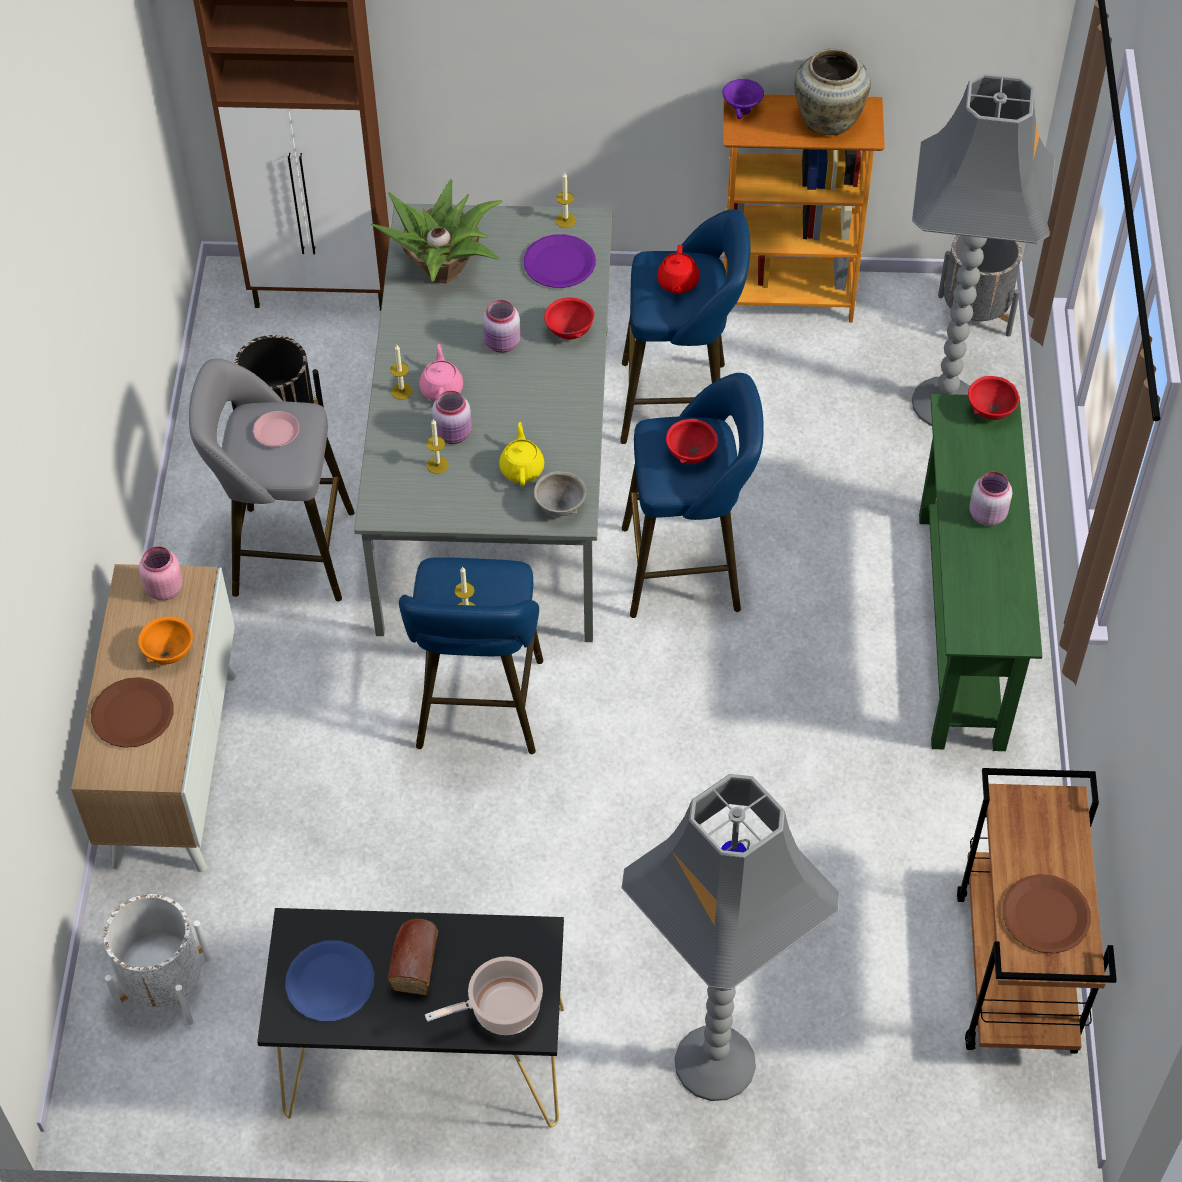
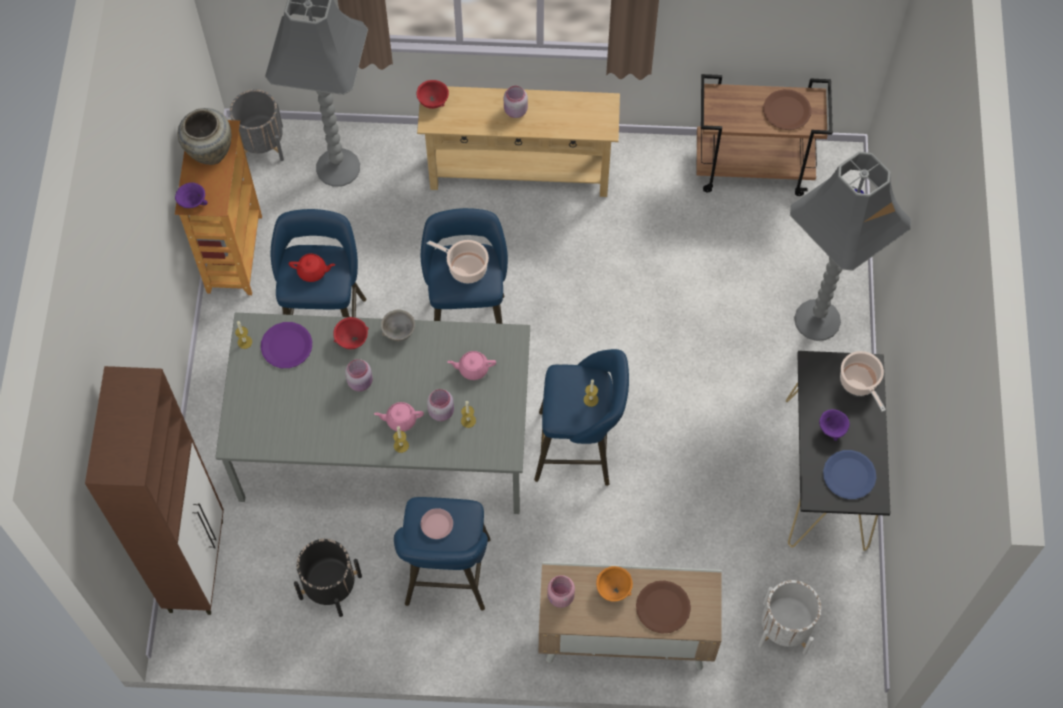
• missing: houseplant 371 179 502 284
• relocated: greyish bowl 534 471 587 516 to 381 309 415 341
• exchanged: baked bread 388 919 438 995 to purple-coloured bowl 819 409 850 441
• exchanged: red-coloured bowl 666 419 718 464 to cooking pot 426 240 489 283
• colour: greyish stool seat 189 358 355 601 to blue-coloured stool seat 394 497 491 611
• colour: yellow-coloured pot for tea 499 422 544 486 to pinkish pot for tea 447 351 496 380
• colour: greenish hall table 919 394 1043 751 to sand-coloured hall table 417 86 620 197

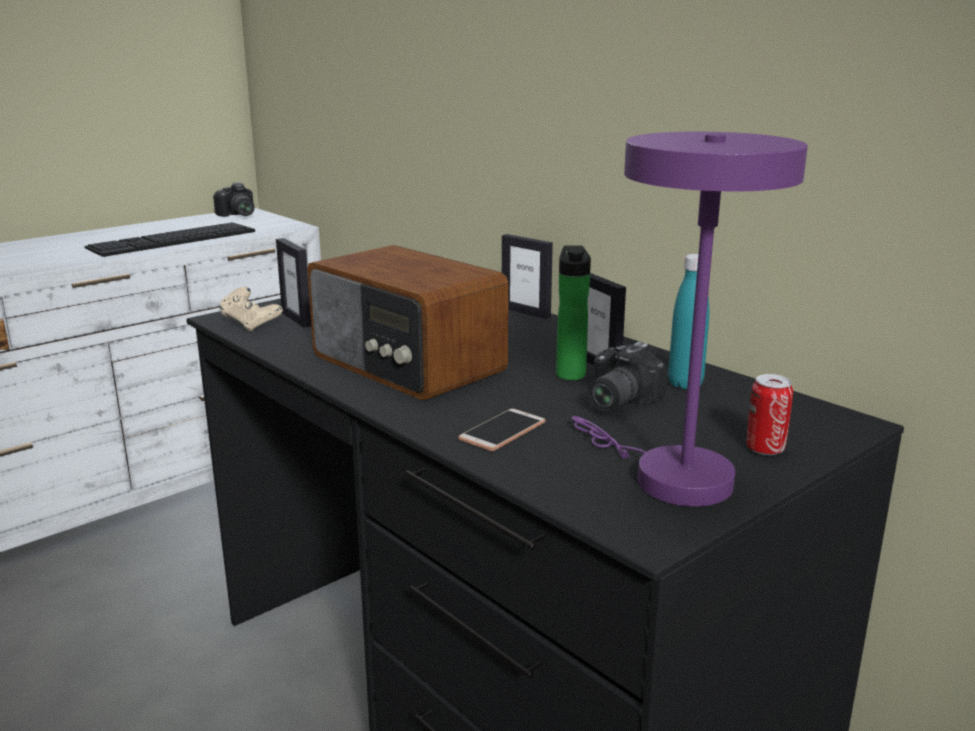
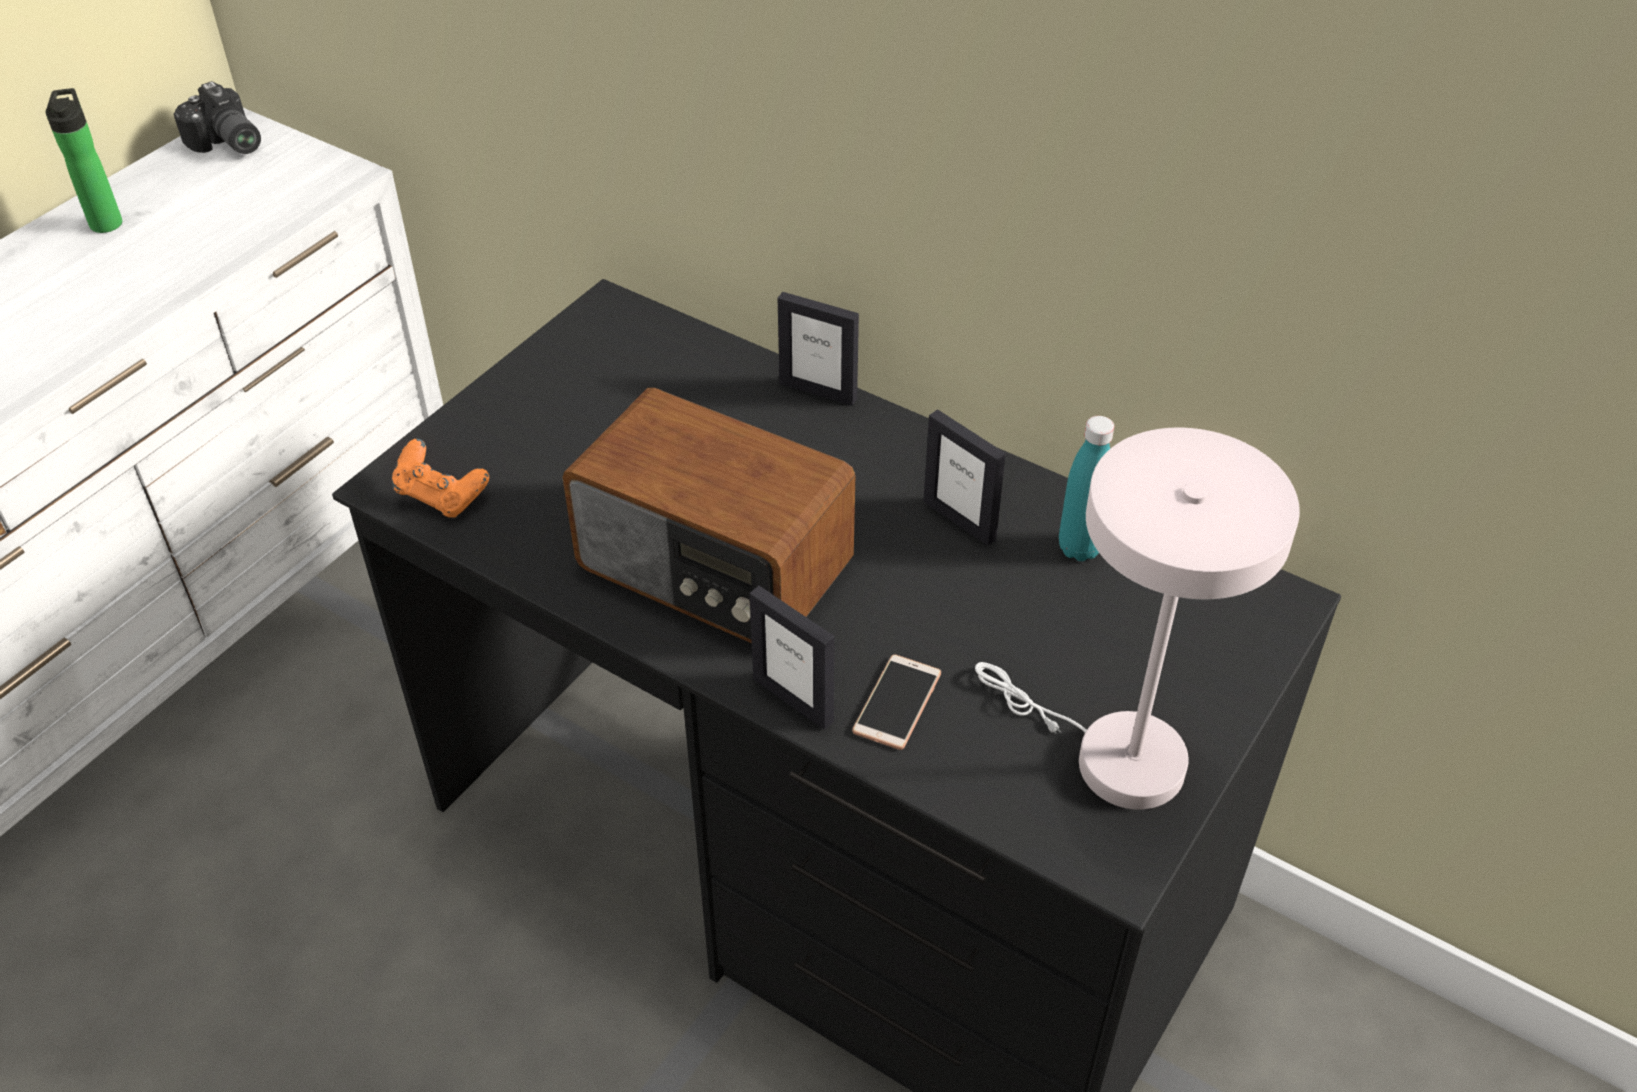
• missing: keyboard 85 222 255 257
• missing: still camera 588 342 668 411
• missing: can 747 374 793 455
• relocated: standing frame 276 238 311 328 to 749 586 835 730
• relocated: bottle 556 245 591 380 to 46 88 122 233
• colour: sand-coloured joypad 219 287 283 331 to orange-coloured joypad 392 439 489 518
• colour: purple-coloured tabletop lamp 572 132 808 506 to white tabletop lamp 975 428 1300 810

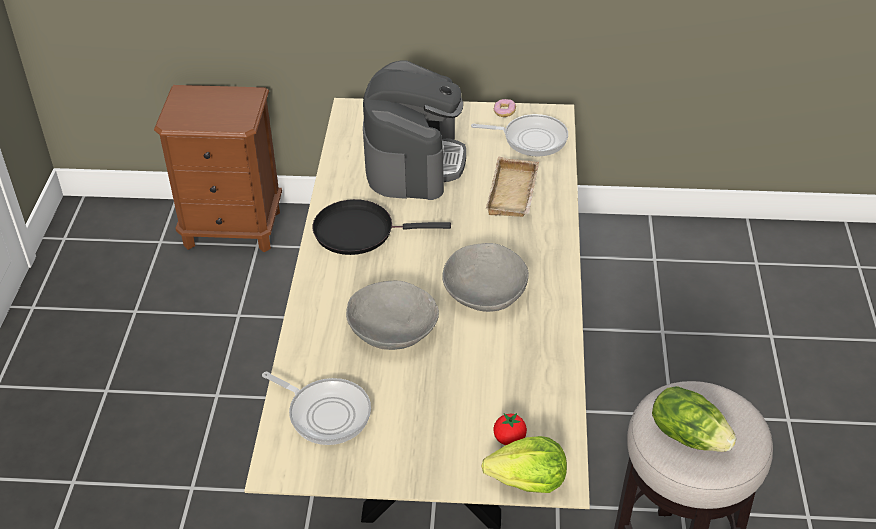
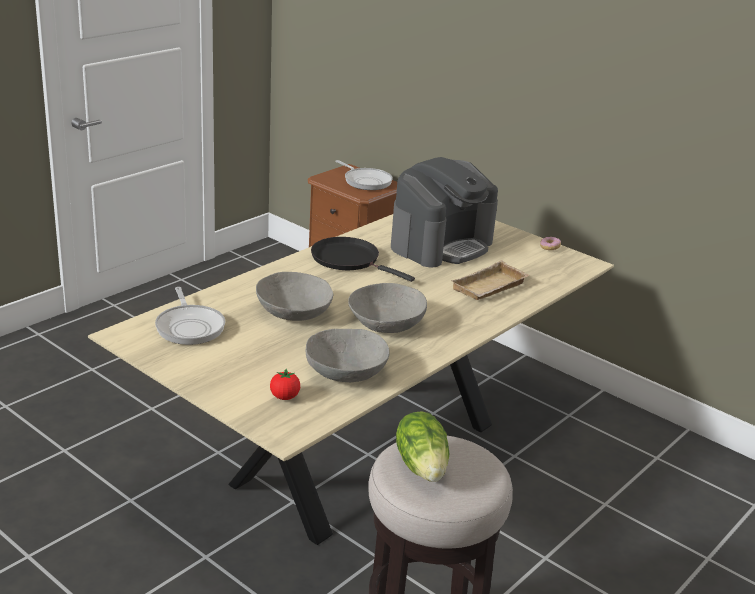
• missing: lettuce 481 436 567 493
• appeared: greyish bowl 306 329 390 382
• relocated: skillet 471 114 568 156 to 335 160 393 190

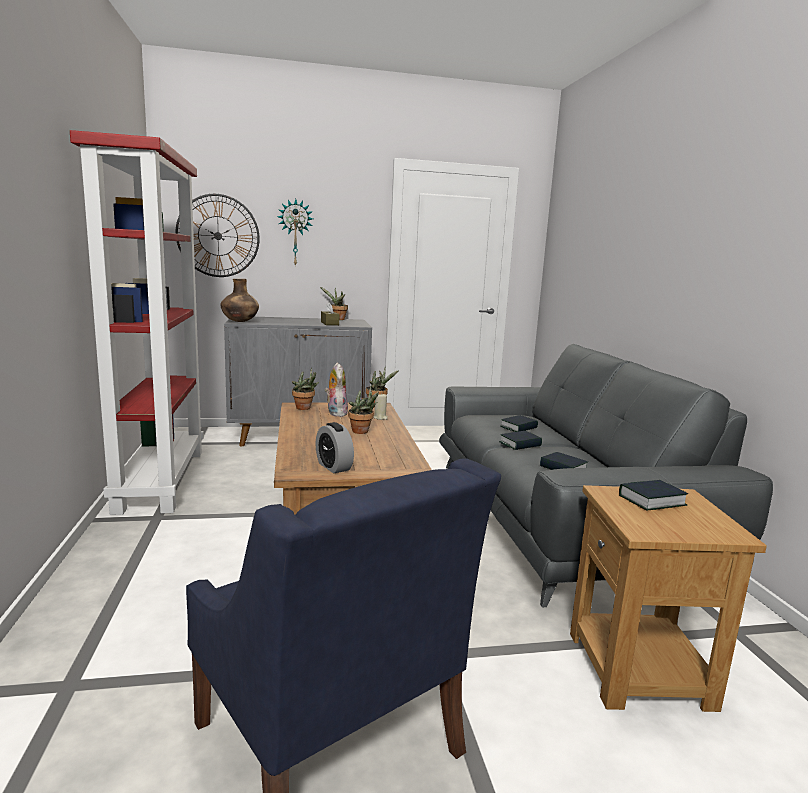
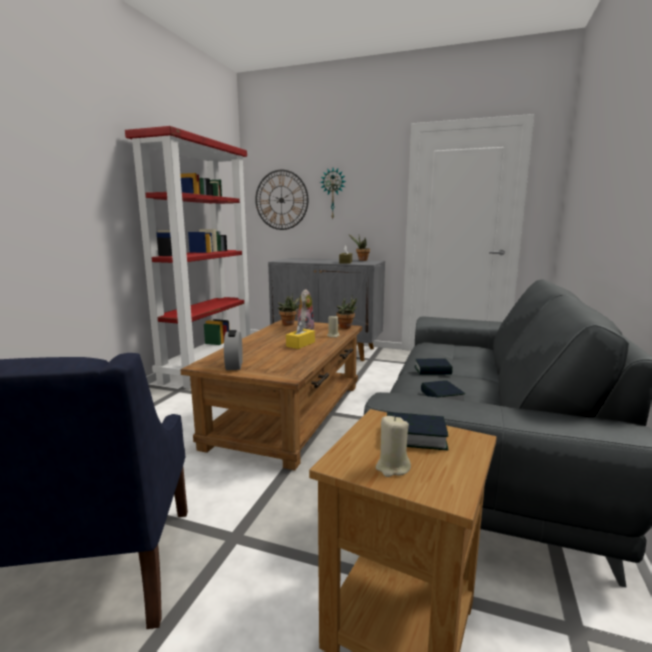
• missing: brown-coloured decorative vase 221 279 259 322
• missing: bound book 500 415 538 432
• appeared: sand-coloured wax light 376 416 411 477
• exchanged: houseplant 348 387 379 434 to yellow-coloured box of tissues 286 321 315 349

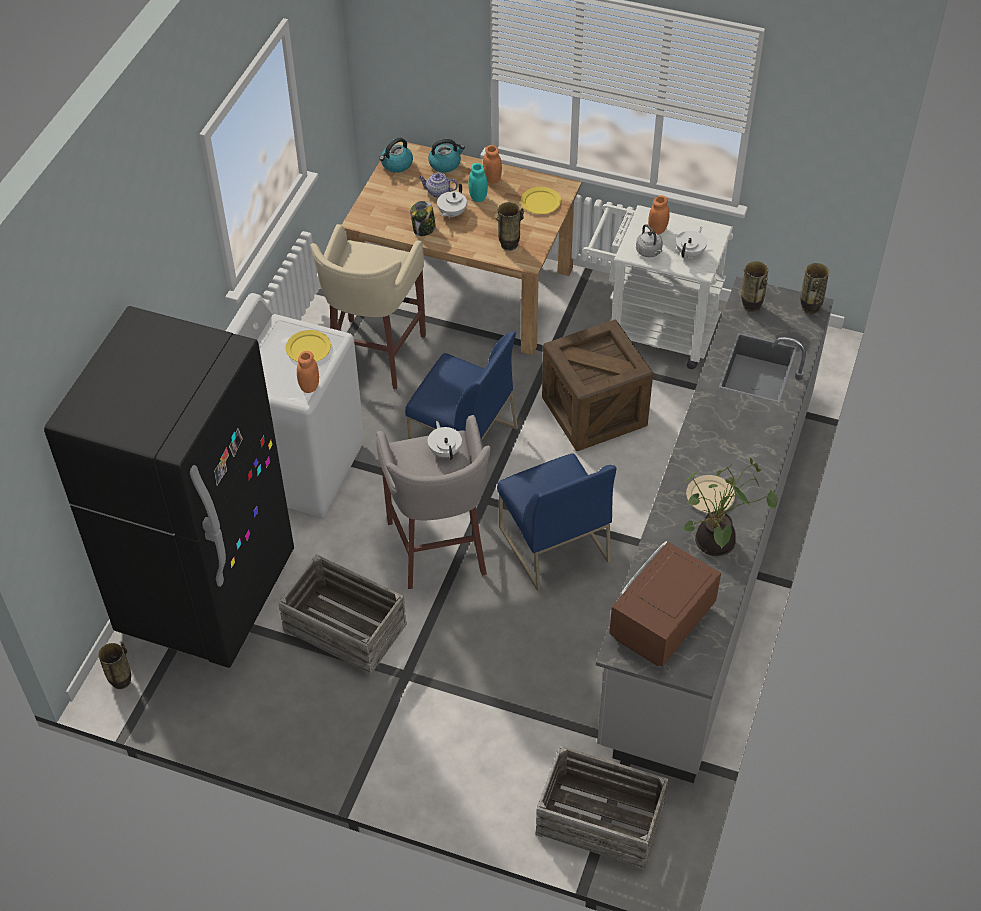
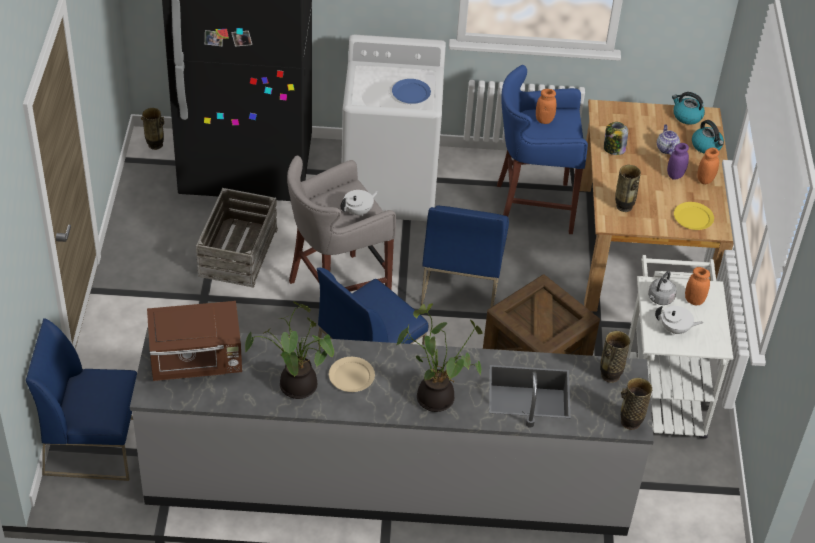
• missing: white pot for tea 437 184 467 218
• appeared: houseplant 397 303 482 412
• relocated: orange-coloured storage jar 297 351 319 393 to 536 89 556 124
• exchanged: crate 535 745 669 870 to blue-coloured plain chair 26 318 137 481
• colour: yellow-coloured plate 286 330 331 362 to blue-coloured plate 392 79 431 104
• colour: sand-coloured stool seat 311 224 426 389 to blue-coloured stool seat 497 65 588 234
• colour: turquoise-coloured storage jar 469 163 488 202 to purple-coloured storage jar 667 143 689 180
• spun: brown-coloured microwave oven 609 541 721 667 = 147 301 242 381 150 degrees clockwise

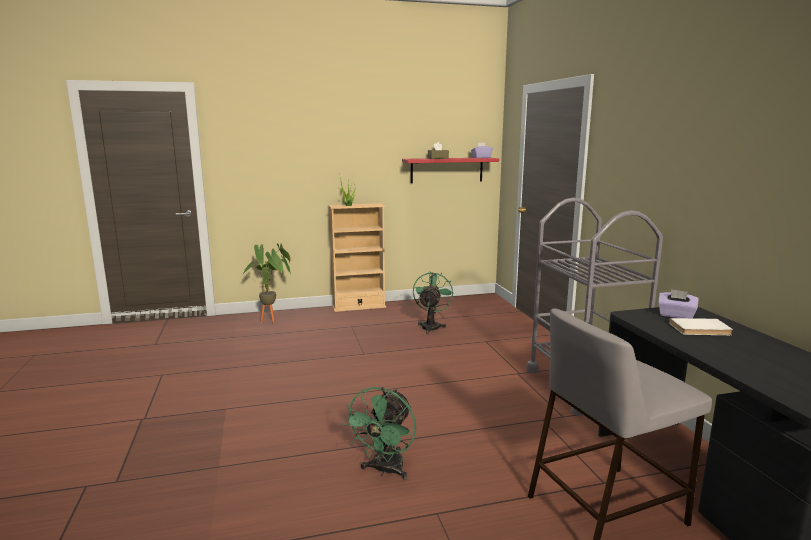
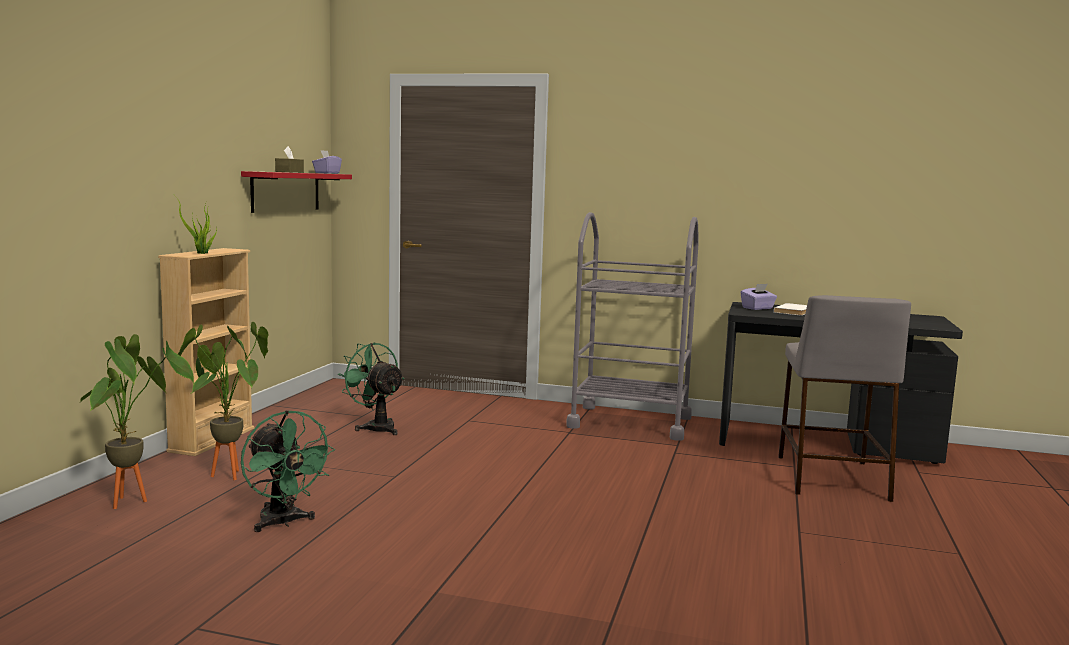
• appeared: houseplant 178 322 269 480
• relocated: greenish electric fan 343 387 416 480 to 241 410 335 532

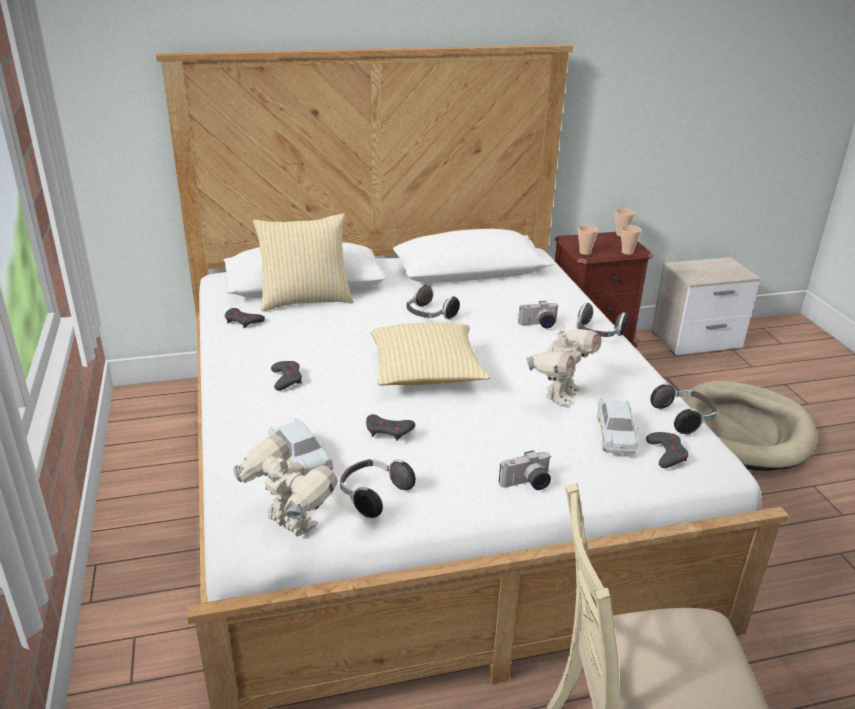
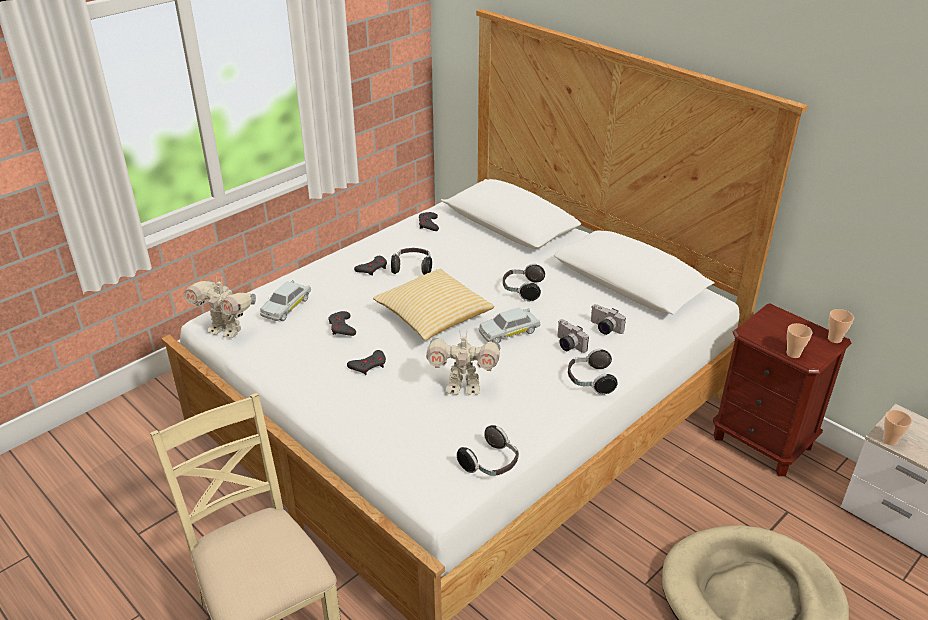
• missing: cushion 253 213 354 311
• relocated: headset 340 459 416 518 to 391 248 432 275
• relocated: still camera 499 450 551 490 to 591 304 626 335
• relocated: cup 578 225 599 255 to 883 410 912 446
• relocated: white miniature car 598 398 638 454 to 479 307 541 343
• relocated: greyish joypad 646 432 689 468 to 347 350 386 375
• spun: toy robot 233 435 338 537 = 184 277 256 338 105 degrees clockwise

